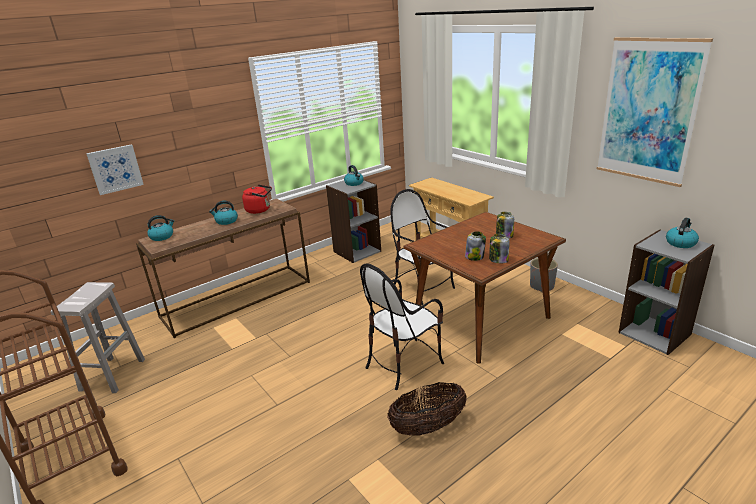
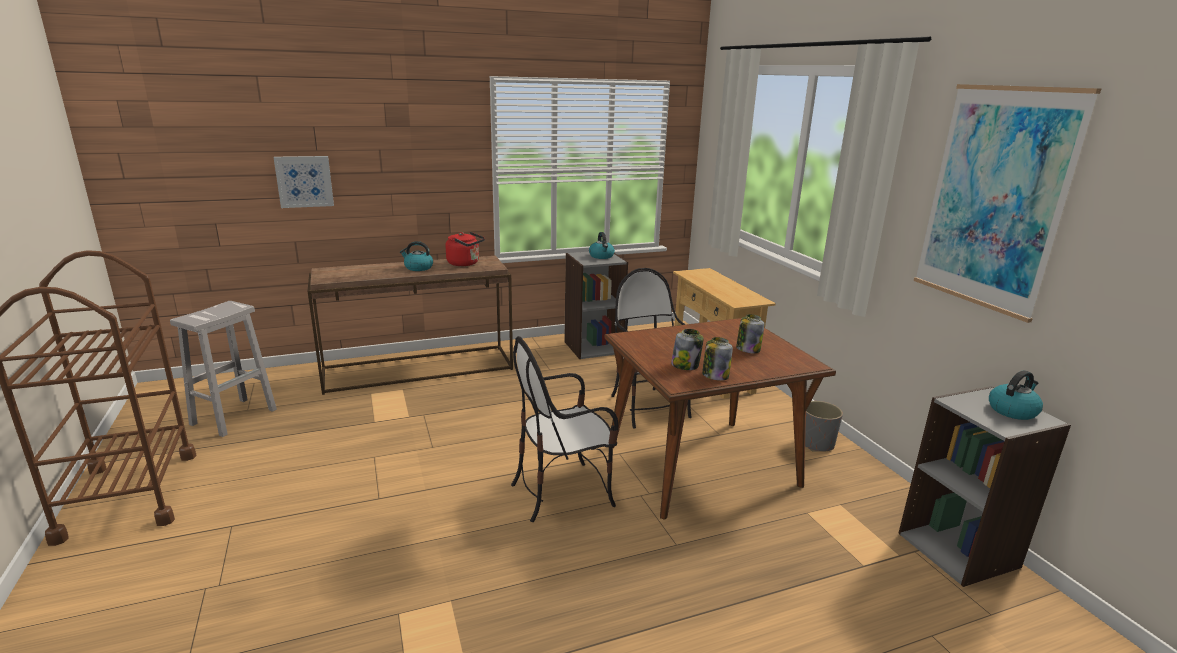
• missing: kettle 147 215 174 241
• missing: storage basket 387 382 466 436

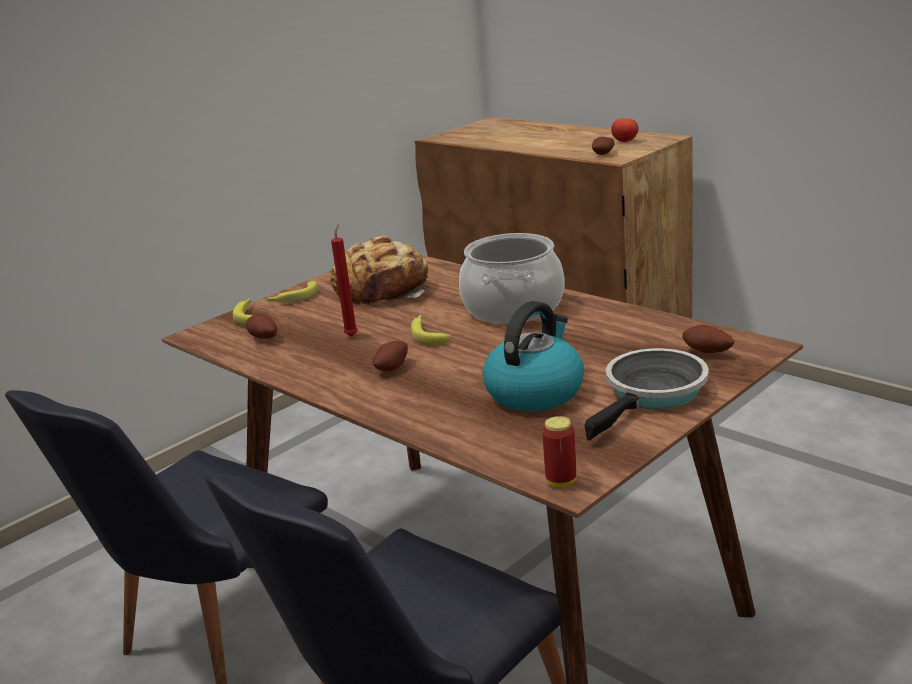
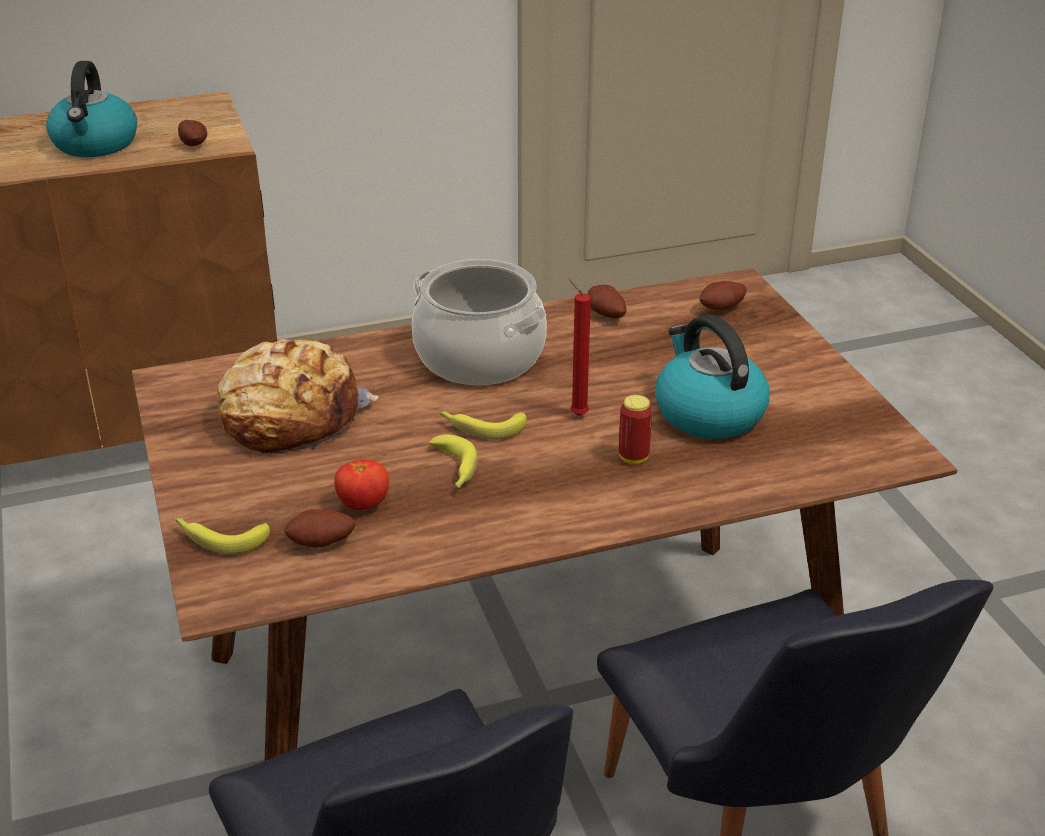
• missing: skillet 584 348 709 441
• appeared: kettle 46 61 137 157
• relocated: whole banana 266 281 318 302 to 429 435 478 488
• relocated: red-coloured wax light 331 225 358 337 to 569 278 591 416
• relocated: spud 373 341 408 371 to 588 285 626 318
• relocated: can 542 416 577 487 to 619 395 652 464
• relocated: whole tomato 611 118 638 142 to 334 459 389 510

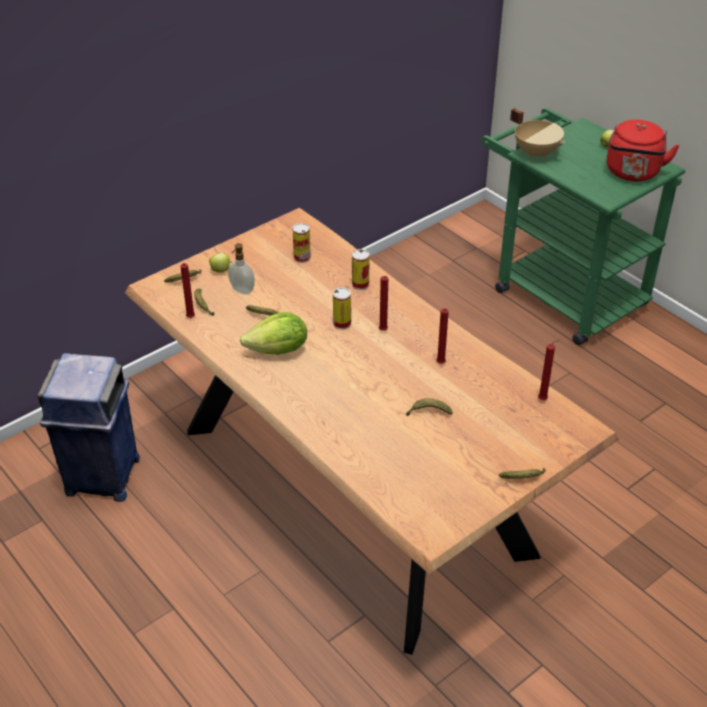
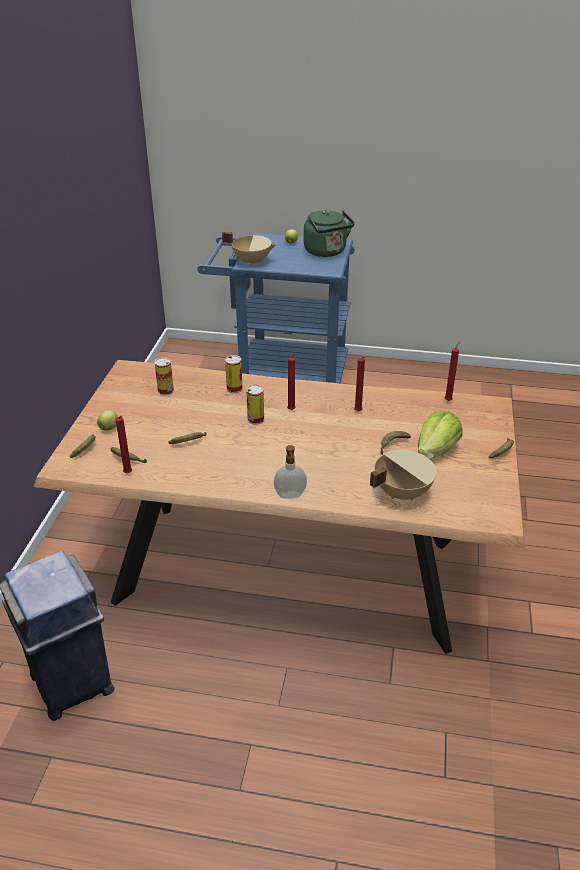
• appeared: sand-coloured cooking pot 370 450 437 501
• relocated: soap bottle 228 243 255 294 to 274 445 307 499
• relocated: lettuce 240 312 307 355 to 418 411 463 458
• colour: greenish trolley 481 108 685 345 to blue-coloured trolley 197 233 355 383
• colour: red-coloured kettle 607 120 680 181 to greenish kettle 304 210 355 257

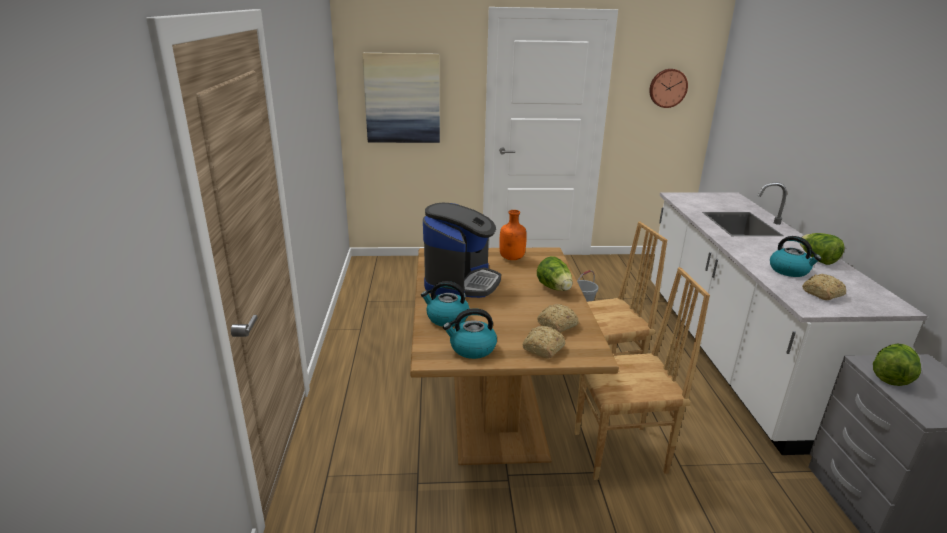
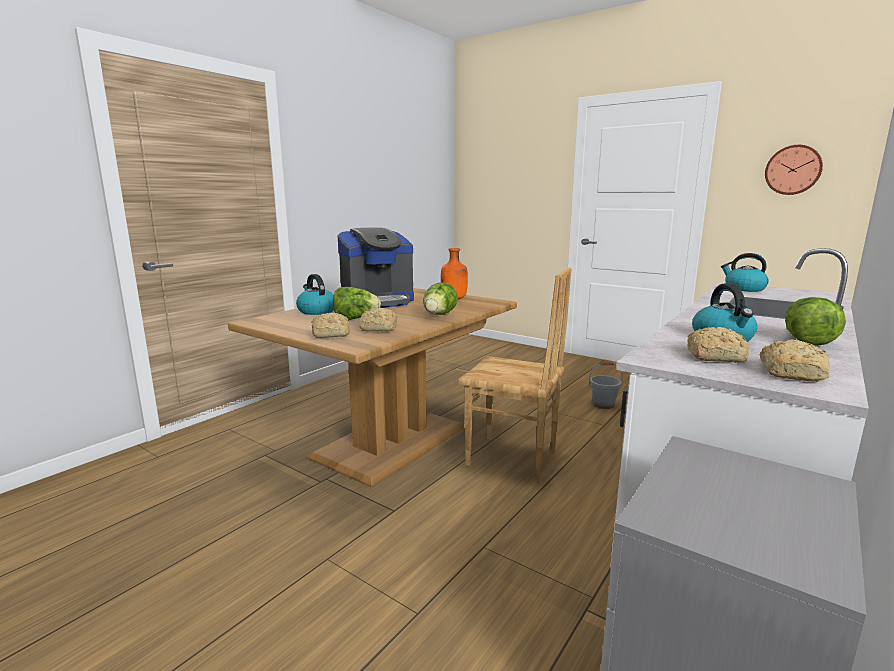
• missing: picture 362 53 440 143
• missing: brown-coloured plain chair 574 267 710 480
• appeared: baked bread 760 339 830 382
• relocated: kettle 443 308 497 359 to 721 253 769 292
• relocated: lettuce 873 344 921 386 to 333 287 381 320

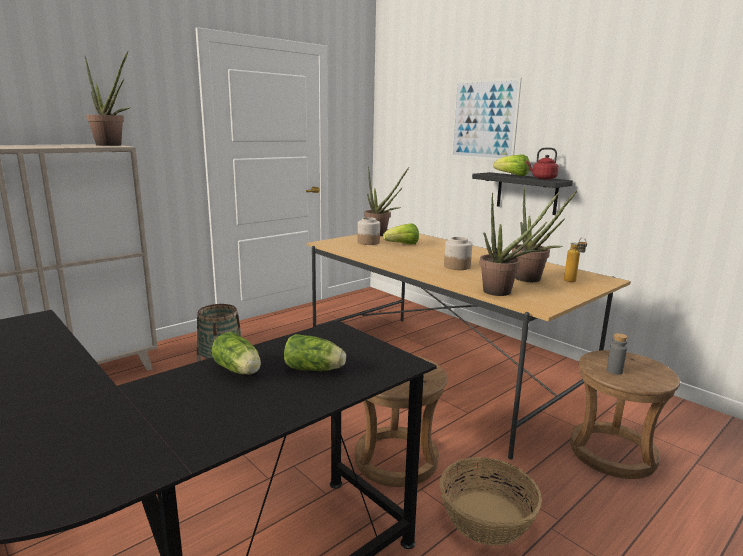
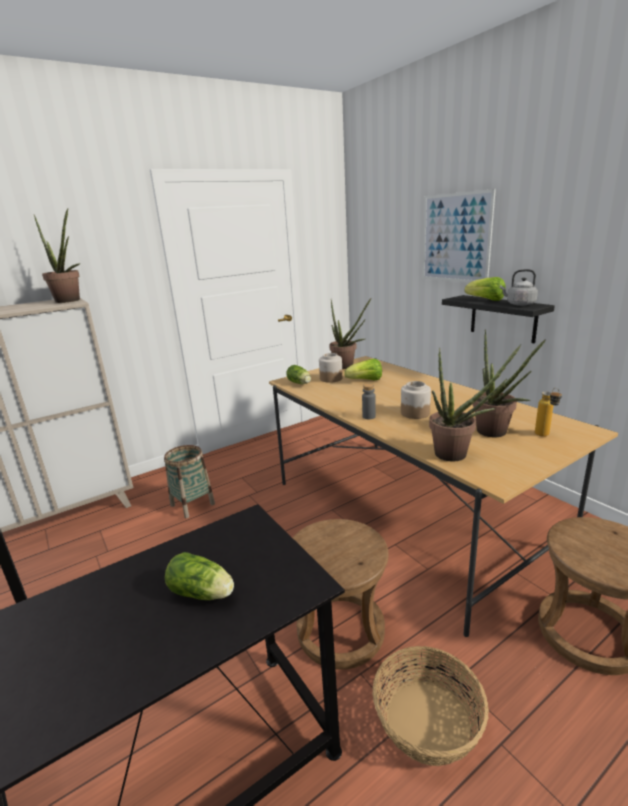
• relocated: lettuce 212 332 261 375 to 286 365 311 384
• relocated: greyish bottle 607 333 627 375 to 362 384 376 419
• colour: red-coloured kettle 526 148 559 179 to greyish kettle 500 269 538 306

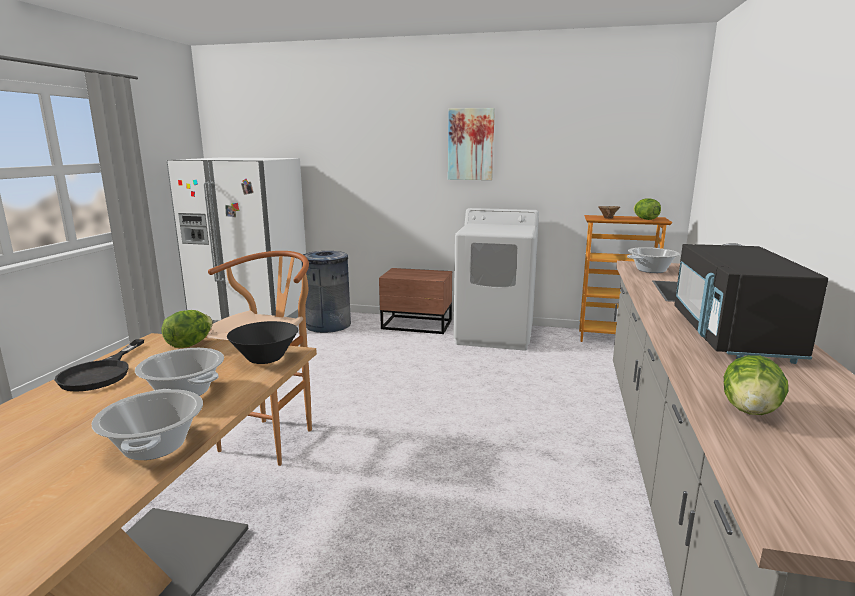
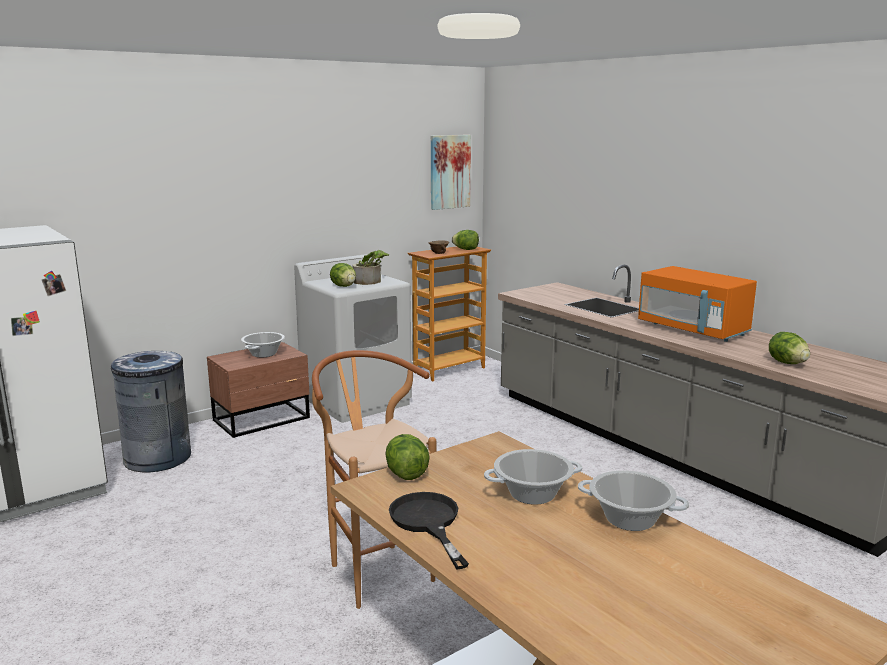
• missing: blackish bowl 227 321 298 364
• appeared: lettuce 330 263 356 287
• appeared: houseplant 352 250 390 285
• relocated: picture 448 108 495 180 to 431 135 471 210
• relocated: cooking pot 627 247 680 273 to 241 332 285 357
• colour: blackish microwave oven 674 244 828 364 to orange-coloured microwave oven 638 266 757 342
• spun: blackish skillet 55 339 144 392 = 389 492 469 570 150 degrees counterclockwise

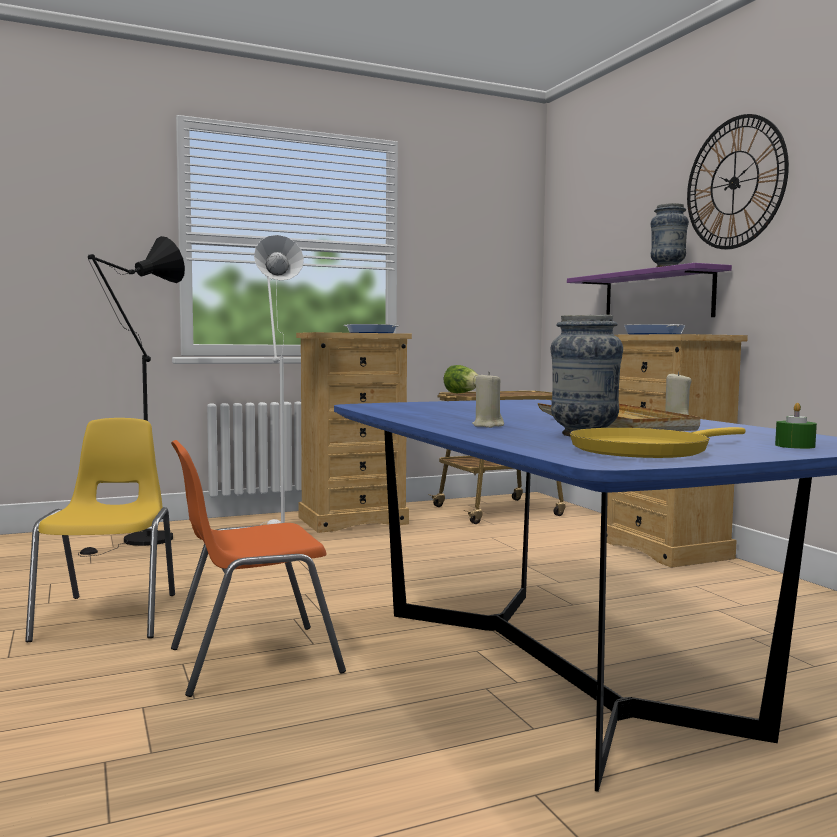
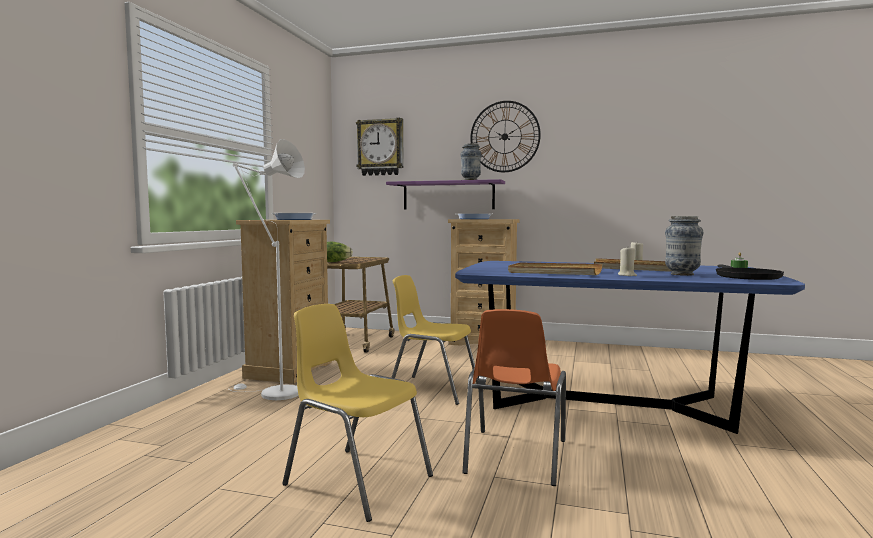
• missing: blackish floor lamp 79 236 185 557
• appeared: wall clock 356 118 404 176
• appeared: yellow-coloured plain chair 391 275 478 405
• appeared: sand-coloured serving tray 508 262 602 275
• colour: yellow-coloured skillet 570 427 745 458 to blackish skillet 716 264 784 280

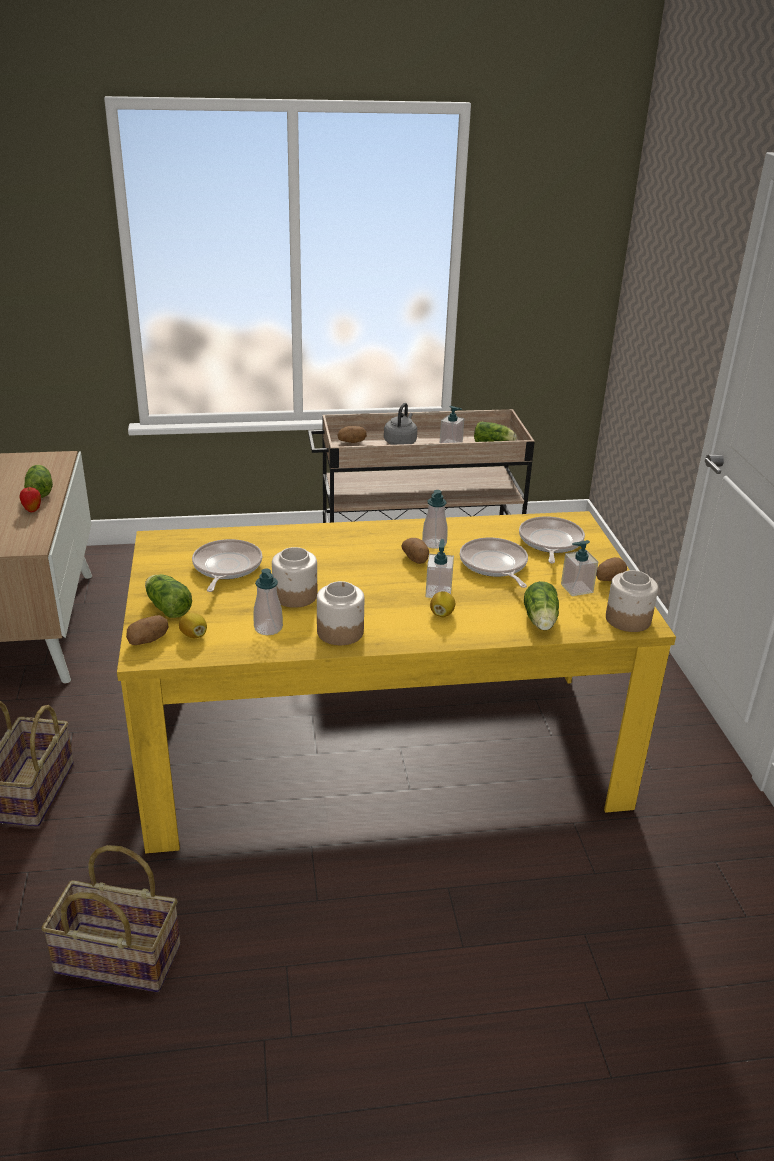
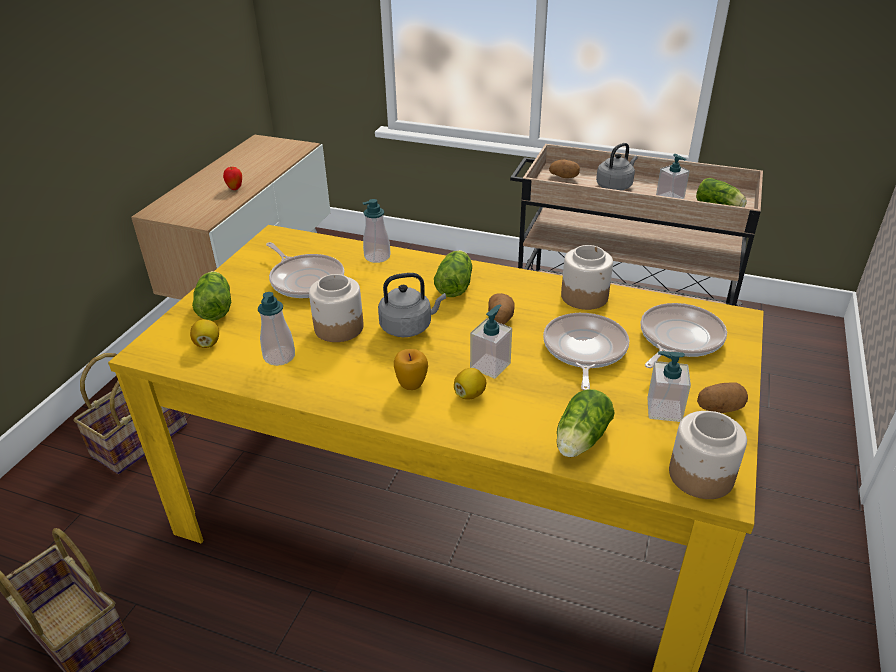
• missing: spud 126 615 168 645
• appeared: greyish kettle 378 273 446 337
• appeared: apple fruit 394 349 428 390
• relocated: lettuce 24 465 53 498 to 434 250 472 297
• relocated: storage jar 317 581 364 645 to 561 245 613 310
• relocated: soap bottle 422 490 447 549 to 363 199 391 263
• spun: skillet 192 539 262 592 = 266 242 344 298 105 degrees clockwise

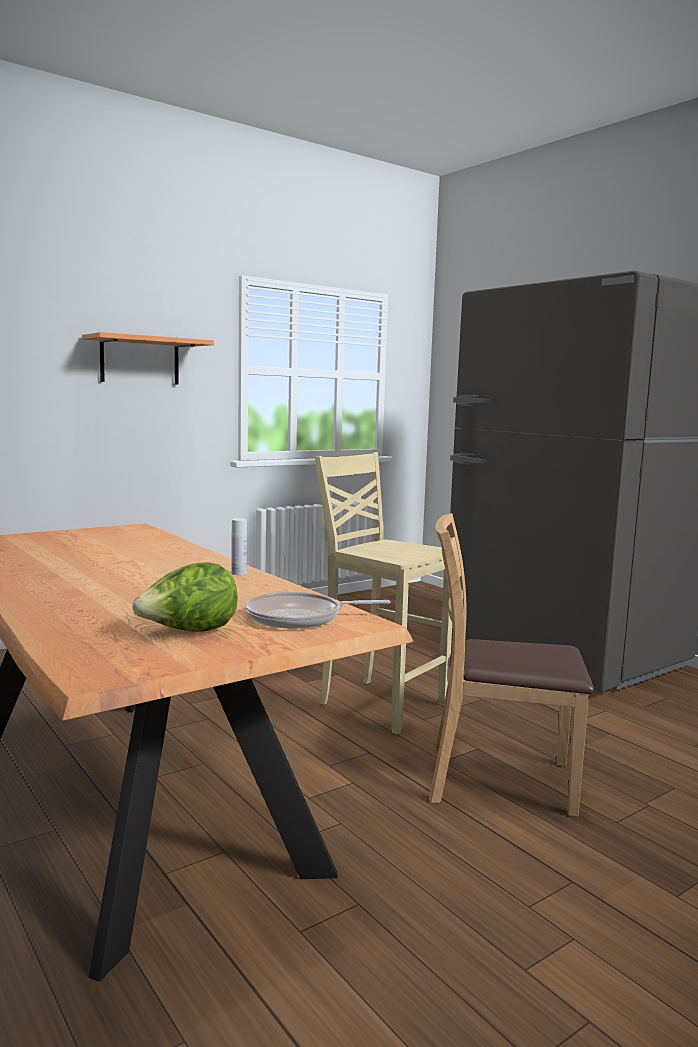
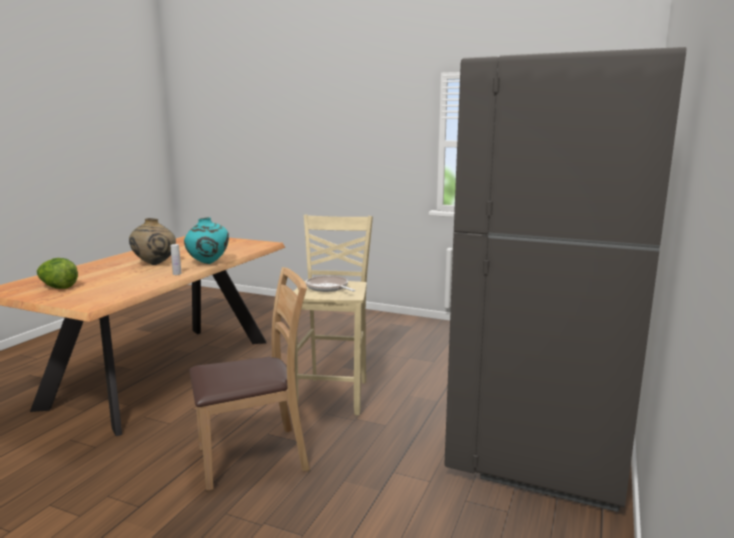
• missing: wall shelf 82 332 214 385
• appeared: sand-coloured decorative vase 129 218 176 265
• appeared: turquoise-coloured decorative vase 184 217 229 264
• relocated: skillet 245 592 390 629 to 306 276 356 292
• spun: brown-coloured plain chair 429 513 594 817 = 189 267 309 491 90 degrees clockwise

